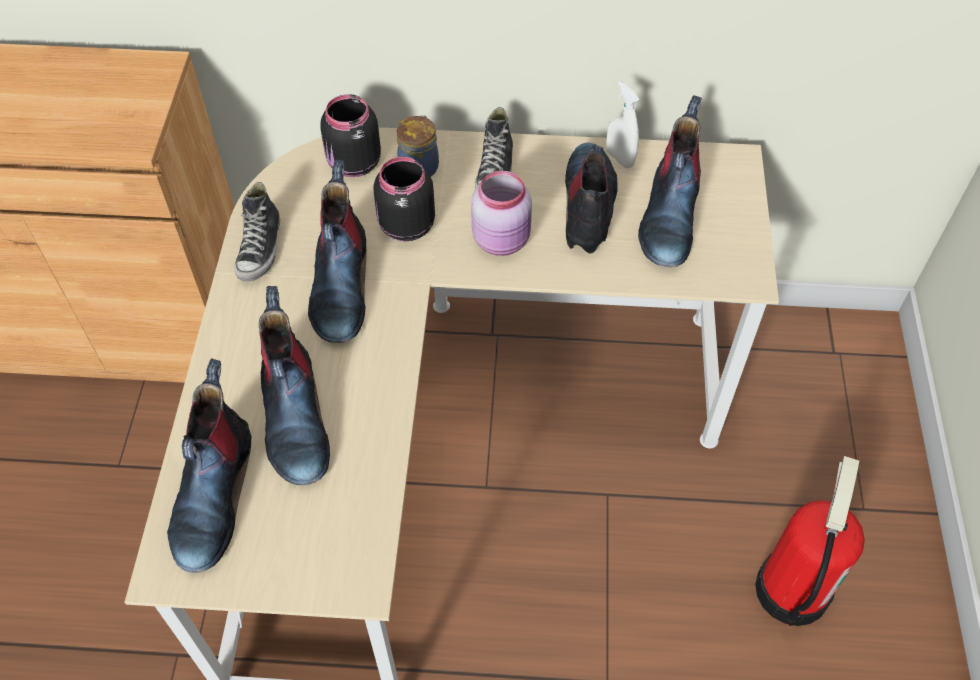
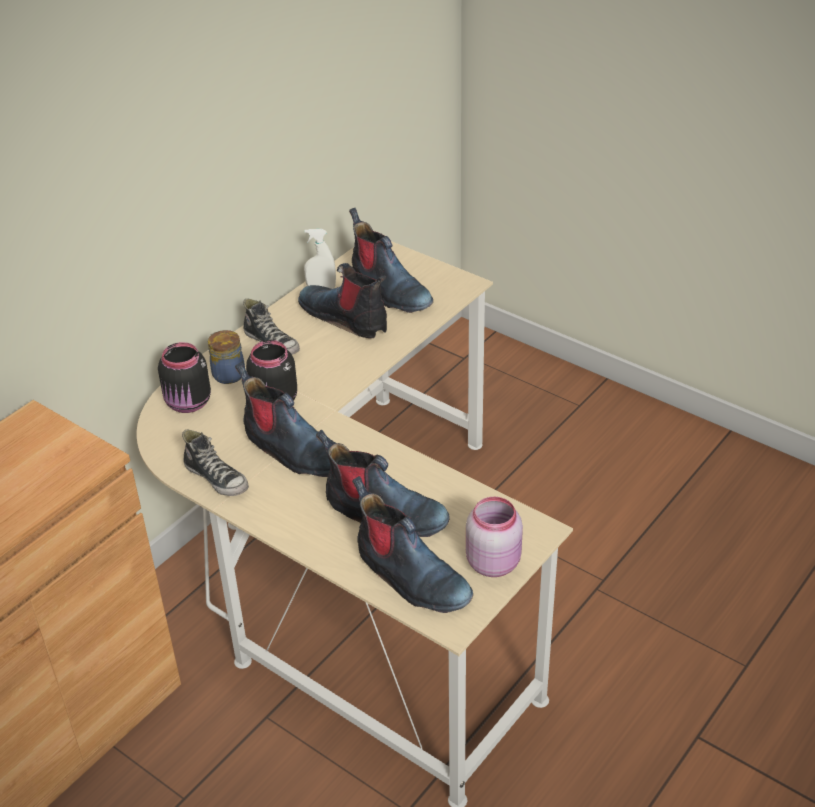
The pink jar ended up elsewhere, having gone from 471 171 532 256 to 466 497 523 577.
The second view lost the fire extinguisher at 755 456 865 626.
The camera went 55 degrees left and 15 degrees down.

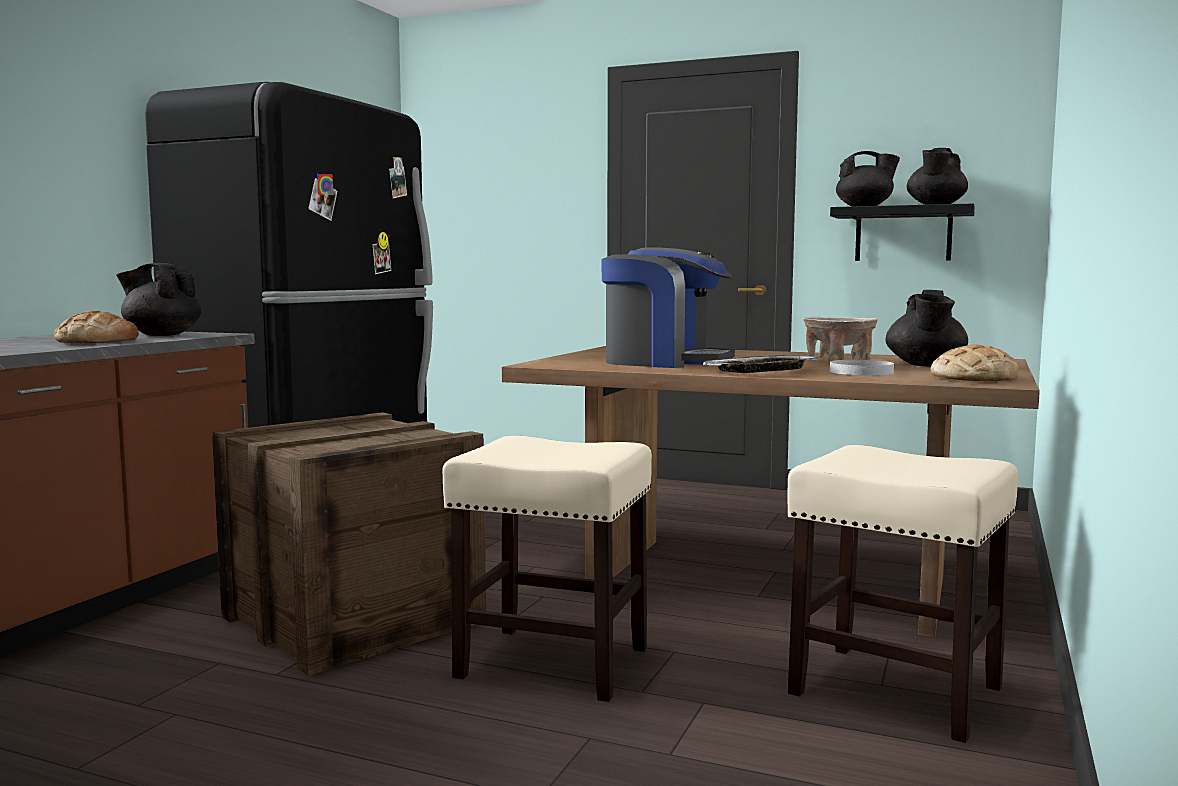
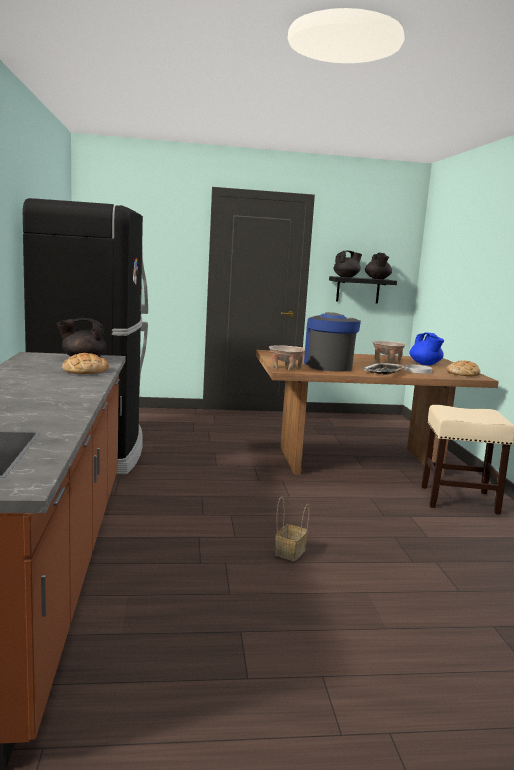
The second view lost the crate at 212 412 486 676.
The second view lost the beige stool at 443 436 652 702.
The coffee machine at 601 247 735 368 ended up facing another way, 90 degrees counterclockwise from before.
What was the black teapot at 885 290 968 366 turned into the blue teapot at 410 332 444 365.
The second view gained the beige bowl at 269 346 305 371.
The second view gained the basket at 275 497 310 561.
The camera went 30 degrees left and 5 degrees up.

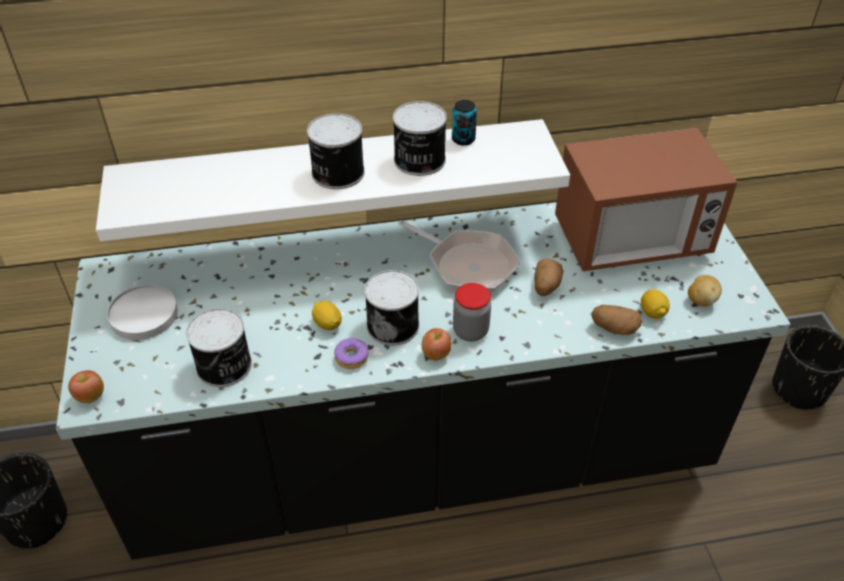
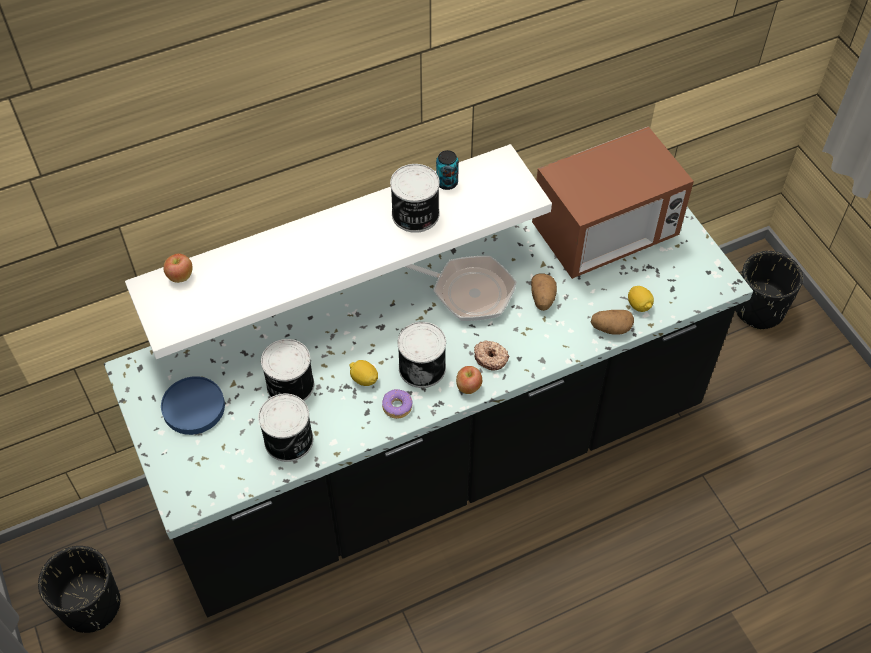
The apple ended up elsewhere, having gone from 68 370 104 403 to 163 253 192 283.
What was the white plate at 107 285 178 340 turned into the blue plate at 161 376 225 435.
The can ended up elsewhere, having gone from 307 113 365 189 to 261 339 314 401.
Where the jar stood at 453 283 491 341, the donut came to stand at 474 340 509 371.
The second view lost the potato at 688 275 722 307.
The camera went 15 degrees left and 10 degrees up.

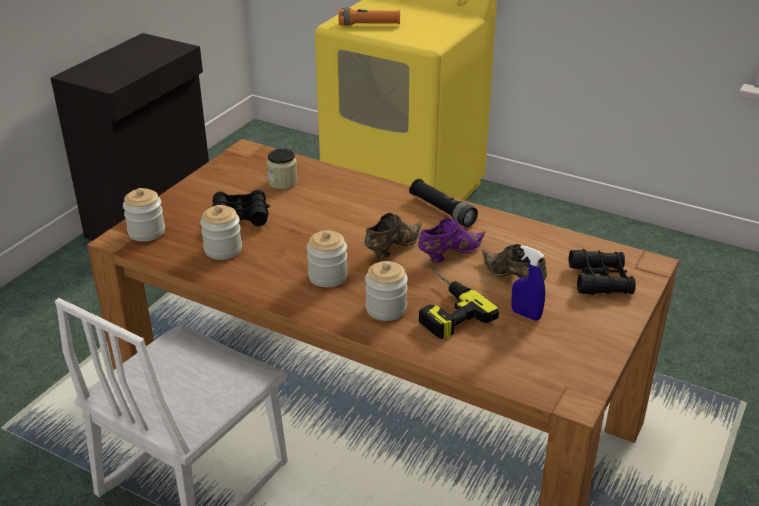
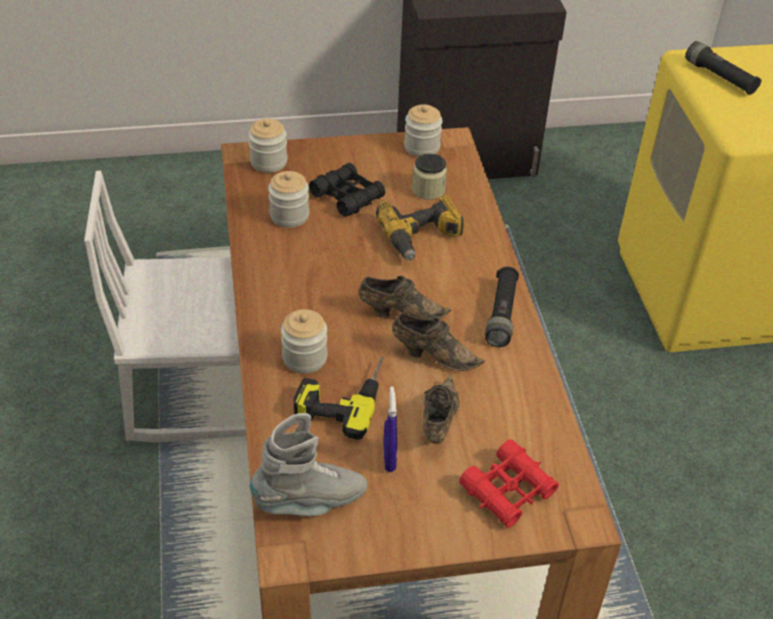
The jar ended up elsewhere, having gone from 307 230 348 287 to 404 104 443 157.
What was the orange flashlight at 339 8 400 26 turned into the black flashlight at 685 41 762 95.
What was the purple shoe at 418 218 485 263 turned into the brown shoe at 392 313 485 371.
What was the black binoculars at 568 249 636 295 turned into the red binoculars at 459 439 559 528.
The second view gained the grey boot at 250 413 367 516.
The second view gained the power drill at 376 195 464 261.
The camera went 50 degrees right and 10 degrees up.

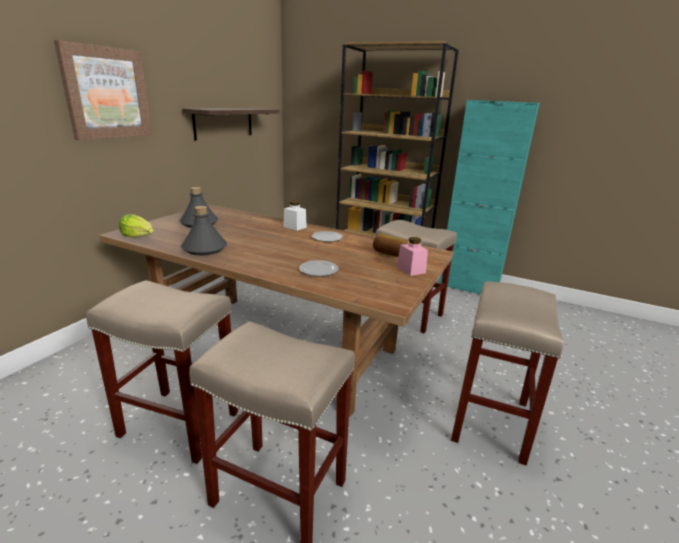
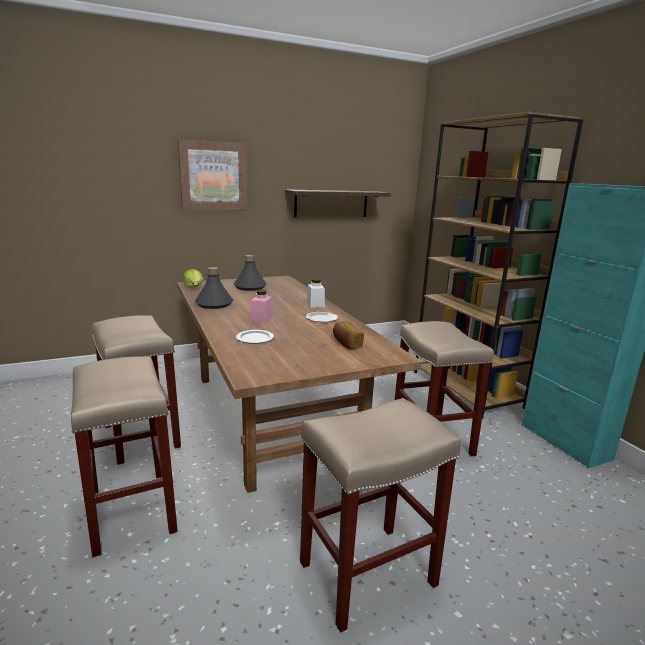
The pink jar ended up elsewhere, having gone from 397 237 428 276 to 250 290 273 323.
The camera went 40 degrees right and 5 degrees down.

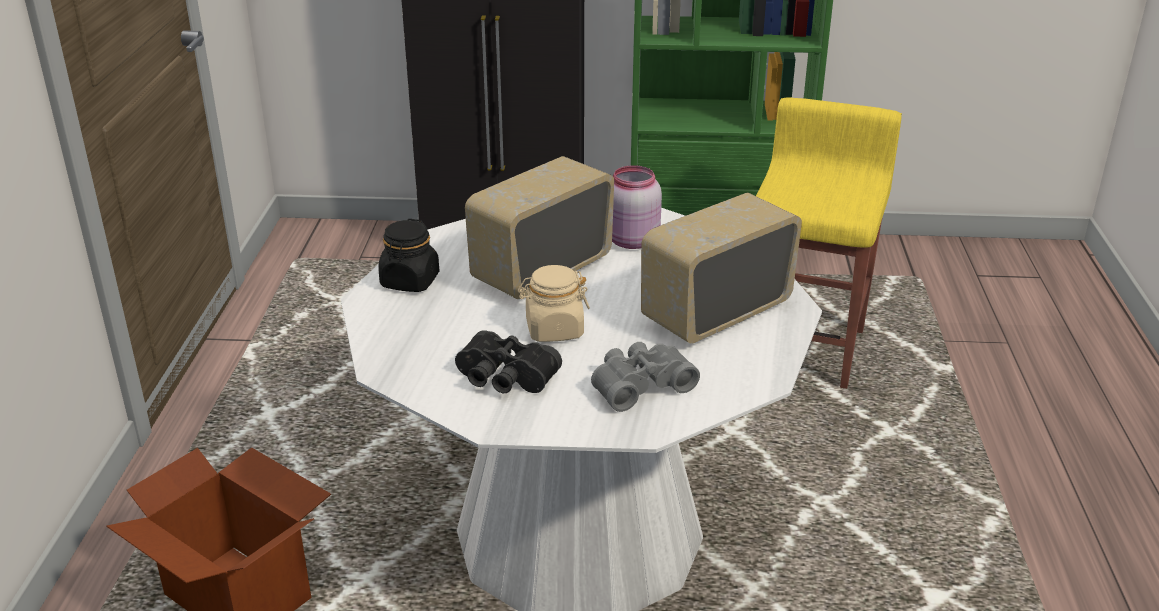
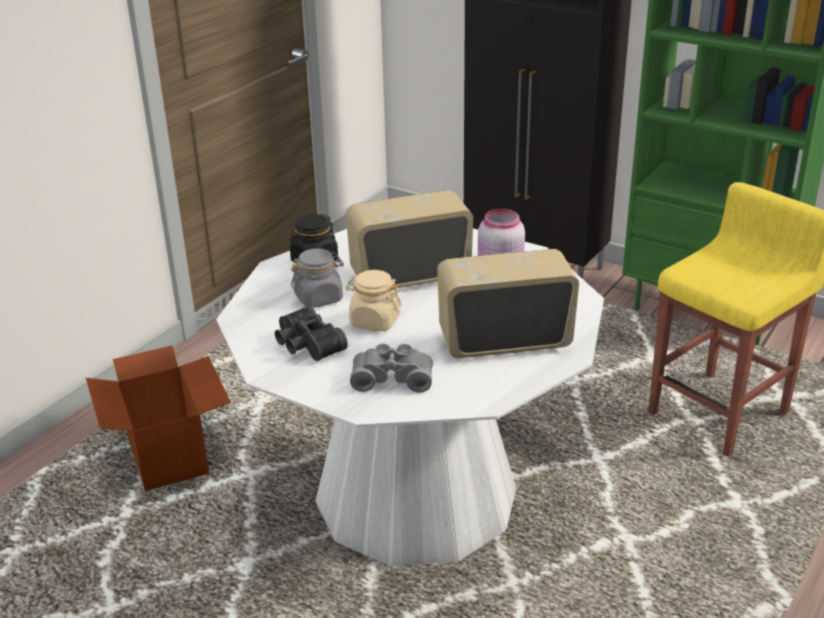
The second view gained the grey jar at 291 249 344 308.
The camera went 30 degrees right and 0 degrees up.

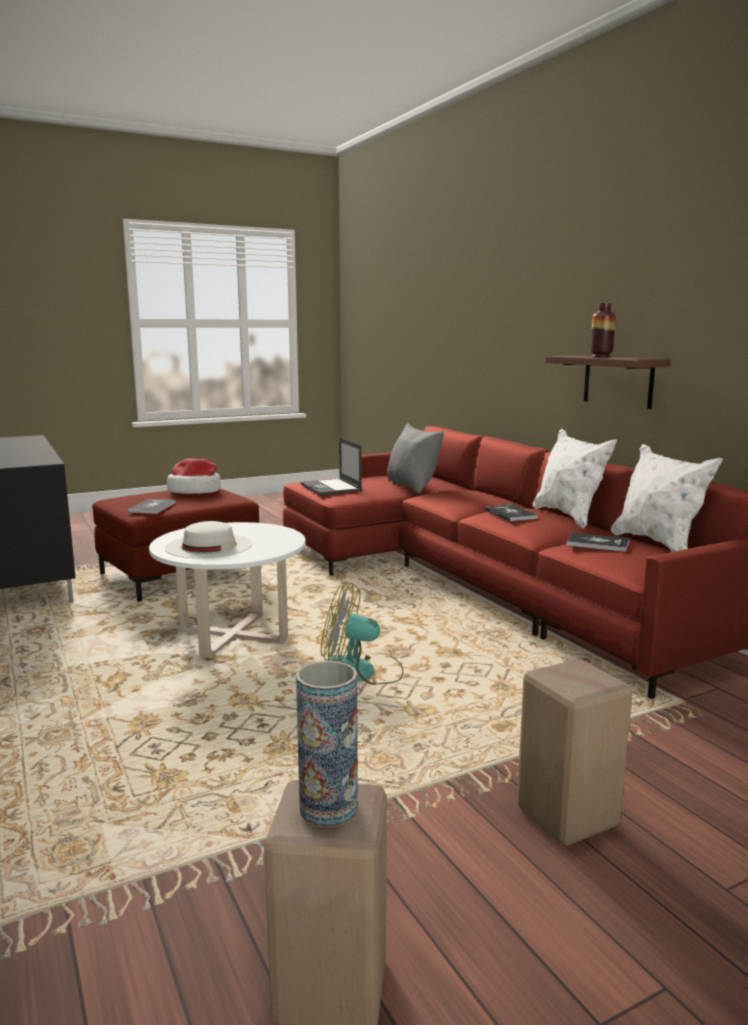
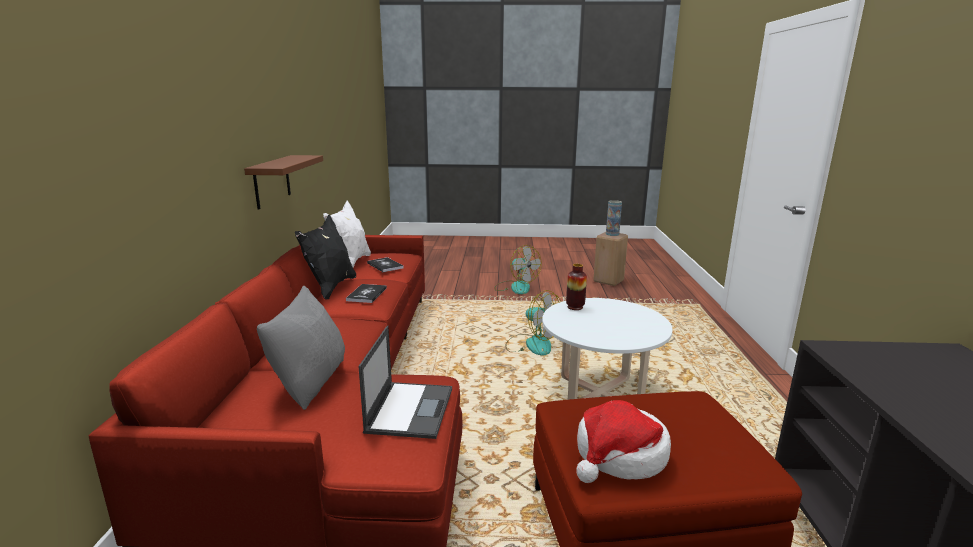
The second view lost the book at 128 499 176 514.
The second view lost the white hat at 165 521 252 558.
Where the beige stool stood at 517 659 632 845, the fan came to stand at 494 245 542 294.
What was the white pillow at 533 429 617 529 turned into the black pillow at 295 215 356 300.
The vase ended up elsewhere, having gone from 590 303 616 357 to 566 264 587 310.
The camera went 150 degrees left and 5 degrees up.

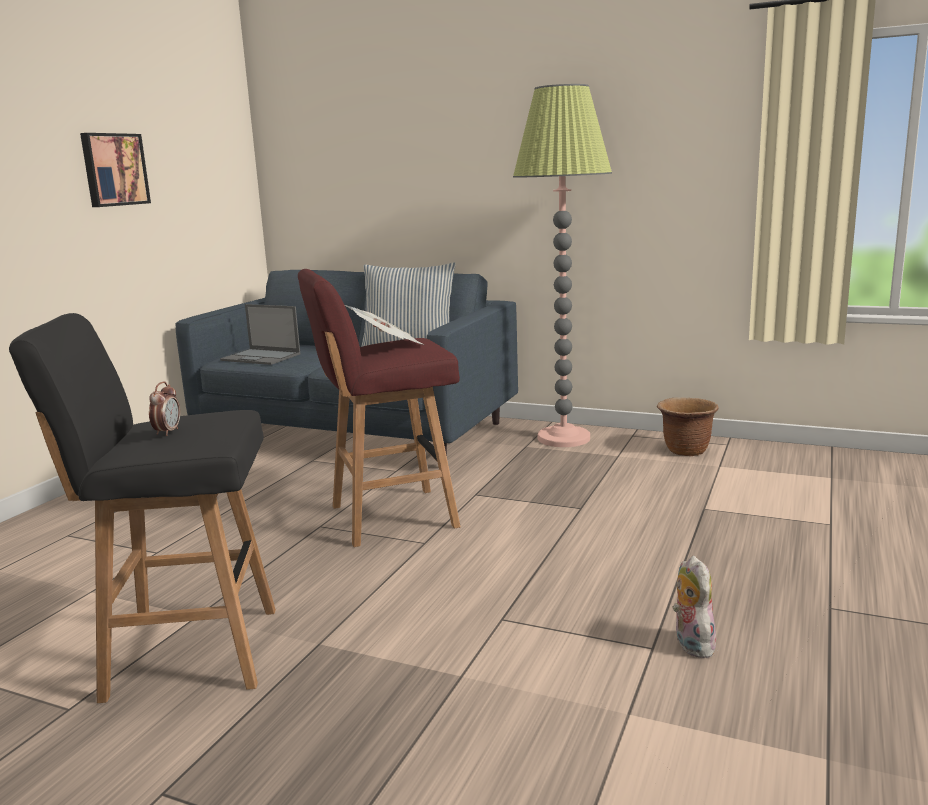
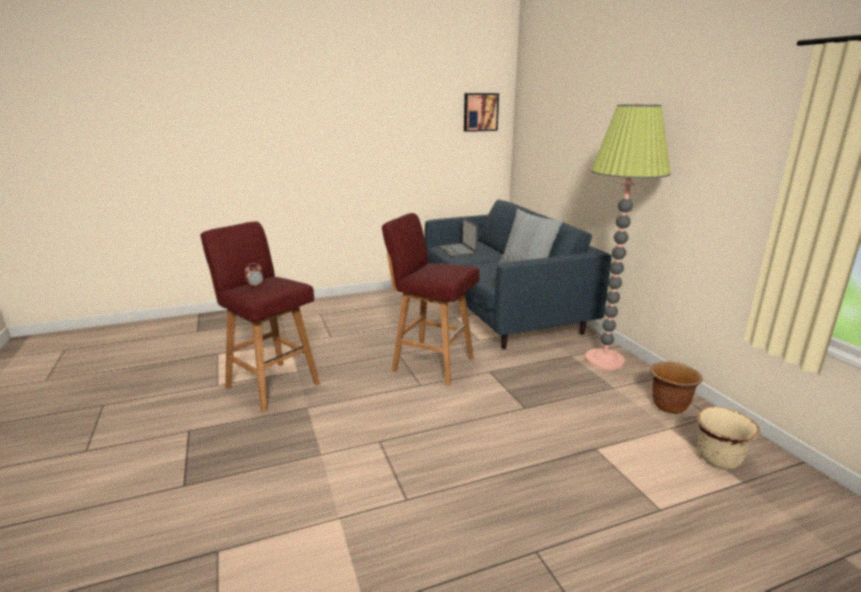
What was the black stool at 9 313 276 703 turned into the red stool at 200 222 320 412.
The picture ended up elsewhere, having gone from 80 133 151 207 to 464 93 499 132.
The second view lost the newspaper at 345 305 425 345.
The second view lost the plush toy at 672 556 718 658.
The second view gained the beige planter at 696 407 760 470.
The camera went 45 degrees right and 5 degrees up.

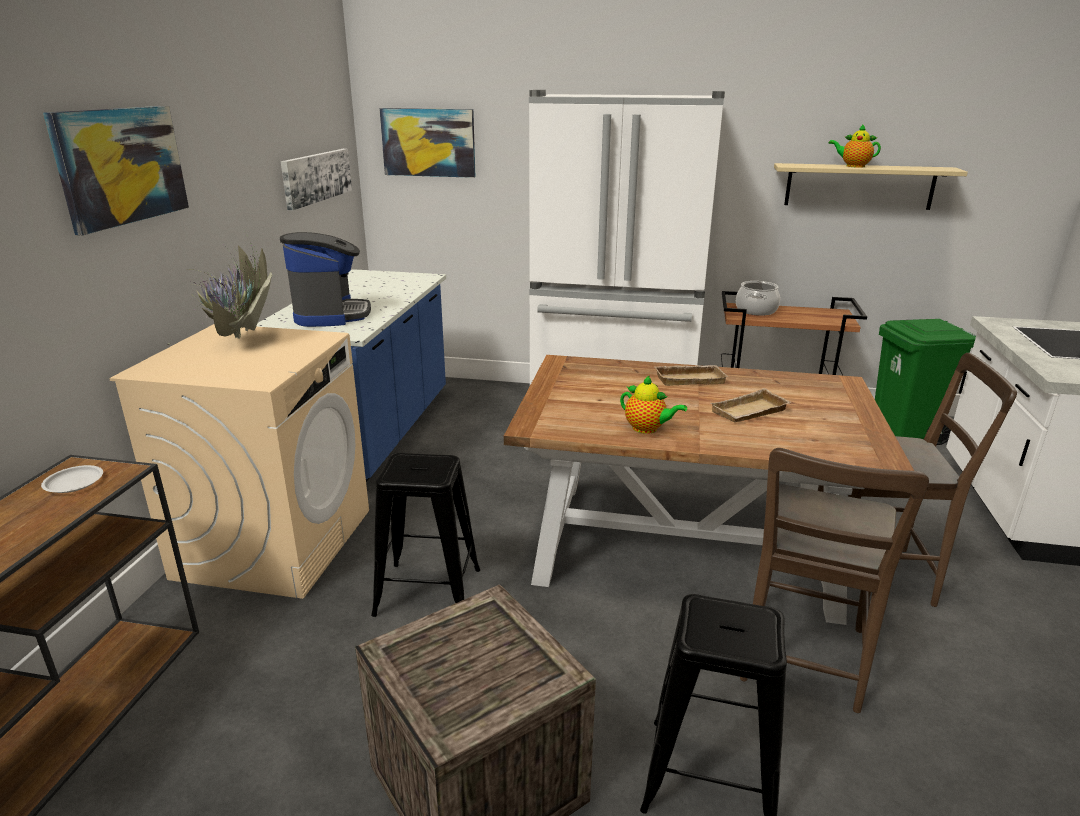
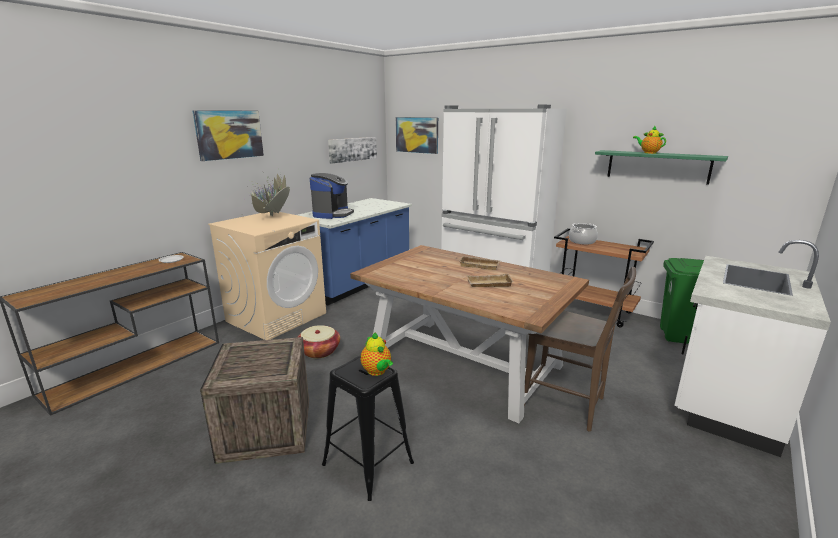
Where the black stool stood at 371 453 480 617, the basket came to stand at 298 325 340 359.
The teapot ended up elsewhere, having gone from 620 375 687 434 to 361 333 393 376.
The second view lost the brown chair at 740 448 929 713.
What was the beige shelf at 774 163 968 210 turned into the green shelf at 595 150 728 185.
The camera went 25 degrees right and 5 degrees down.

